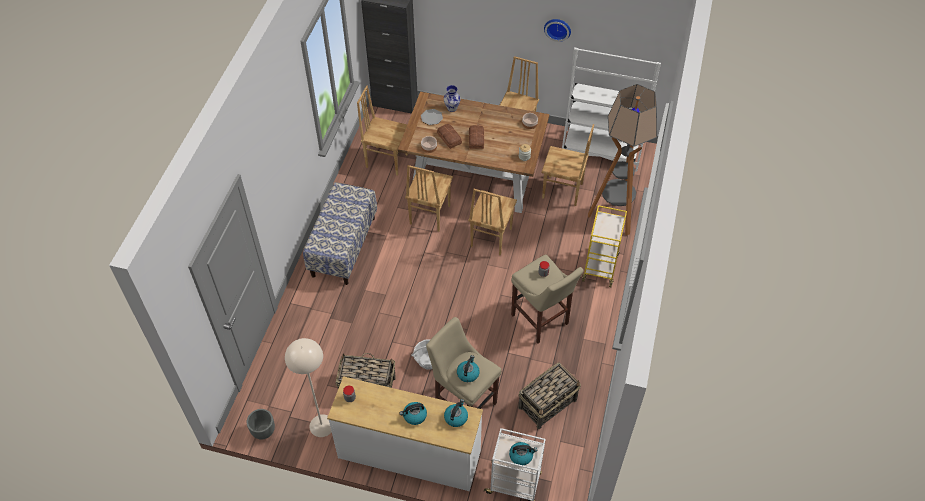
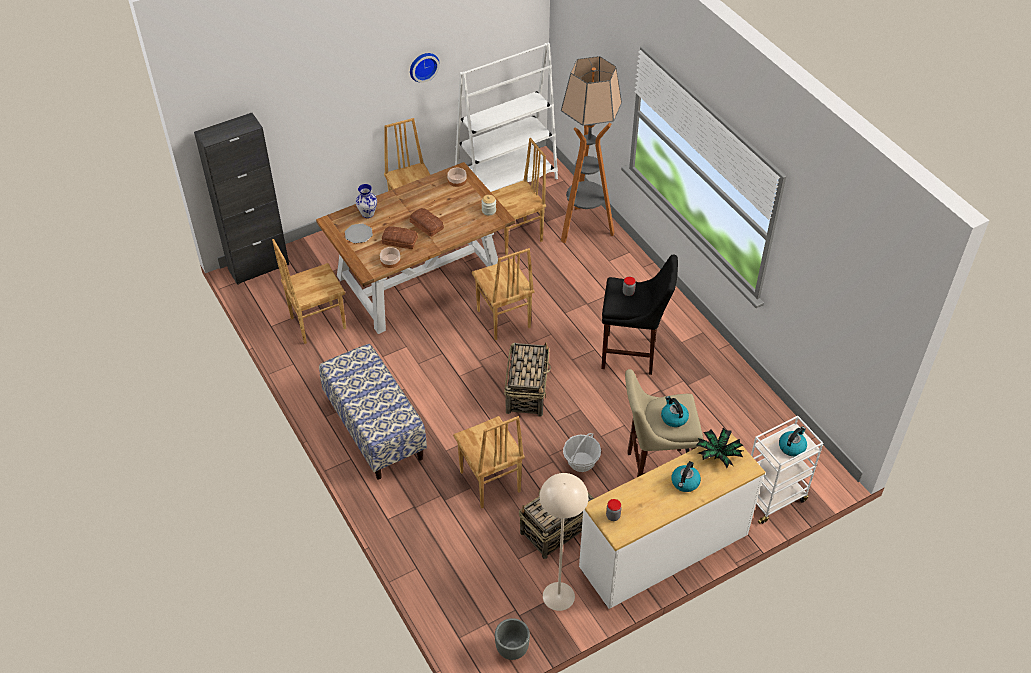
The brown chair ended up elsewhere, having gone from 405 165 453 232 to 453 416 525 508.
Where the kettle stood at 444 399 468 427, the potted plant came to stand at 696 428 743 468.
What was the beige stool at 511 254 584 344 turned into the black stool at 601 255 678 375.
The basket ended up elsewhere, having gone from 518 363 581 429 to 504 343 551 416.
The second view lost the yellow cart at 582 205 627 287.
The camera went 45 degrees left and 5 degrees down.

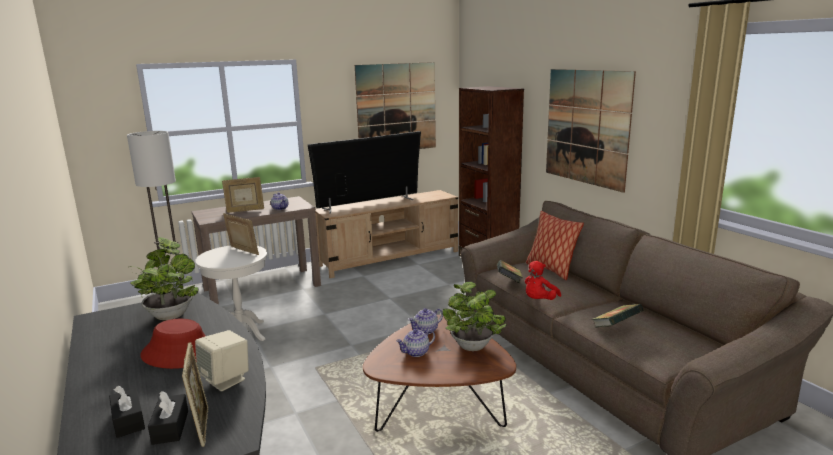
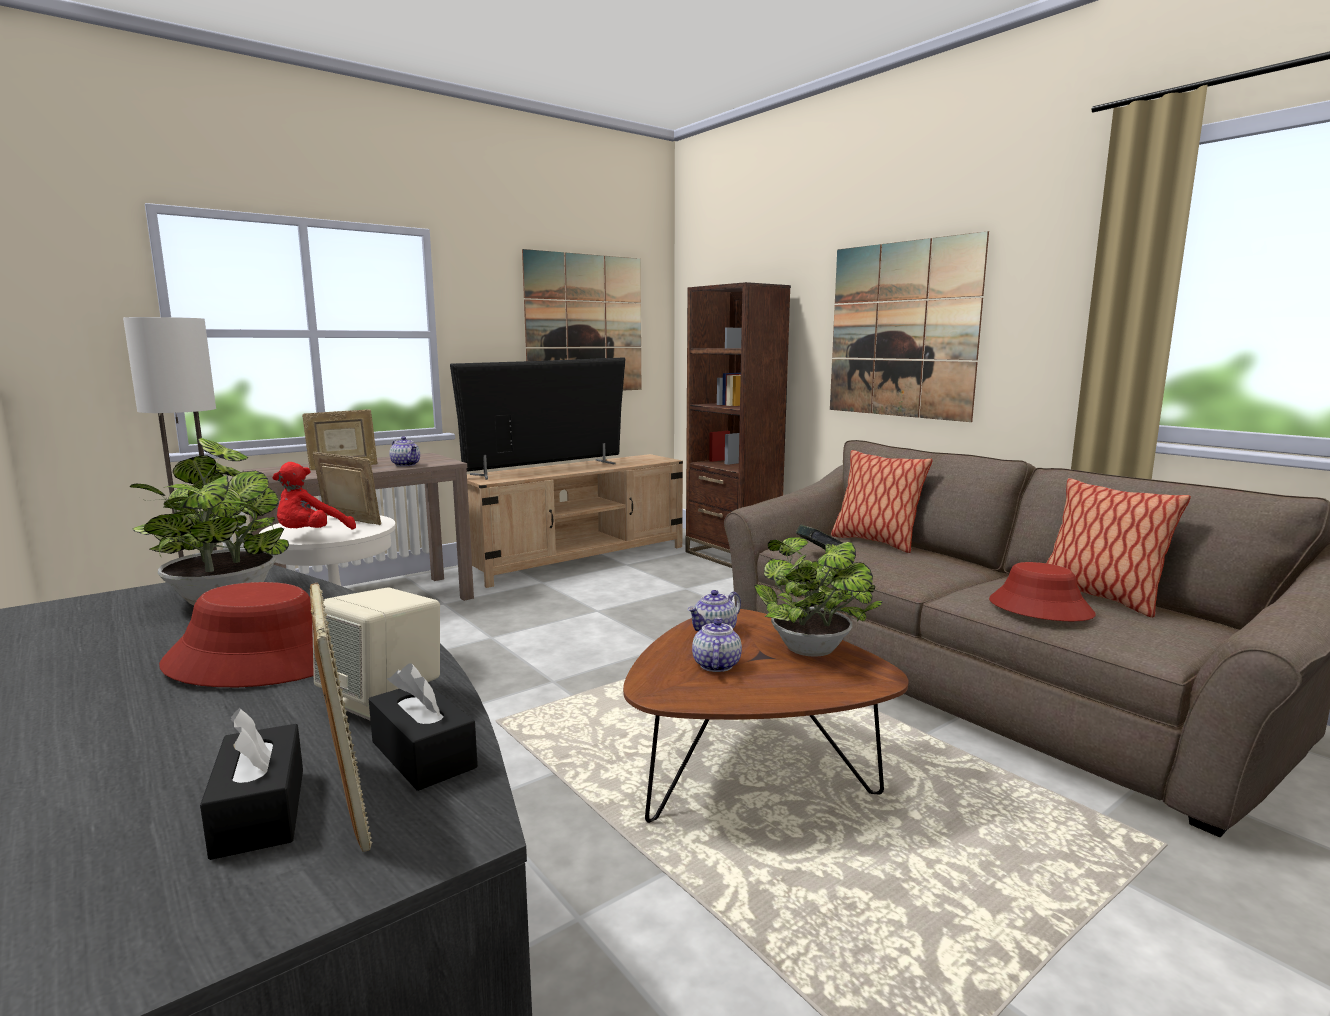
The black tissue box ended up elsewhere, having gone from 109 385 145 438 to 369 663 478 791.
The teapot at 396 329 435 357 ended up facing another way, 135 degrees clockwise from before.
The red plush toy ended up elsewhere, having gone from 524 261 561 300 to 272 462 356 530.
Where the book stood at 593 304 644 328, the red hat came to stand at 989 562 1096 621.
The second view gained the pillow at 1047 478 1191 618.
The camera went 10 degrees left and 5 degrees down.

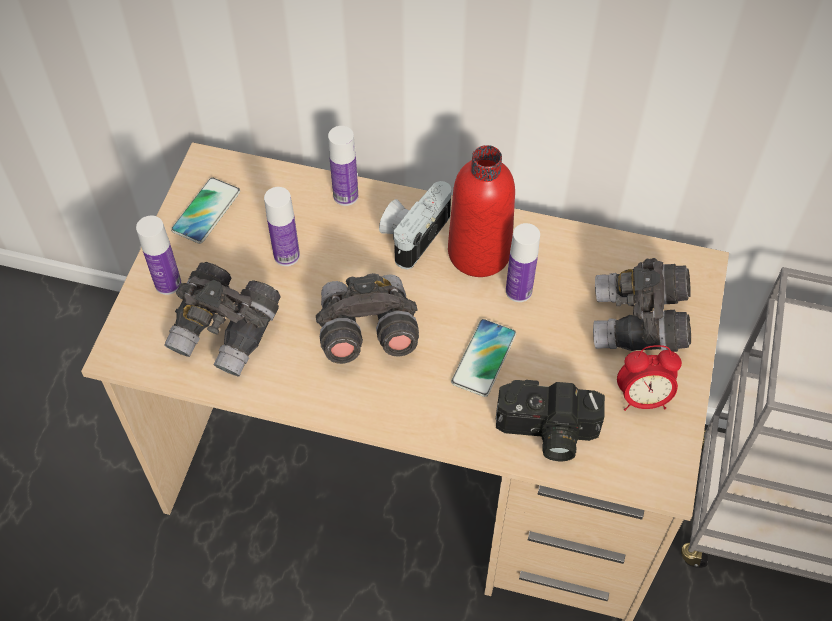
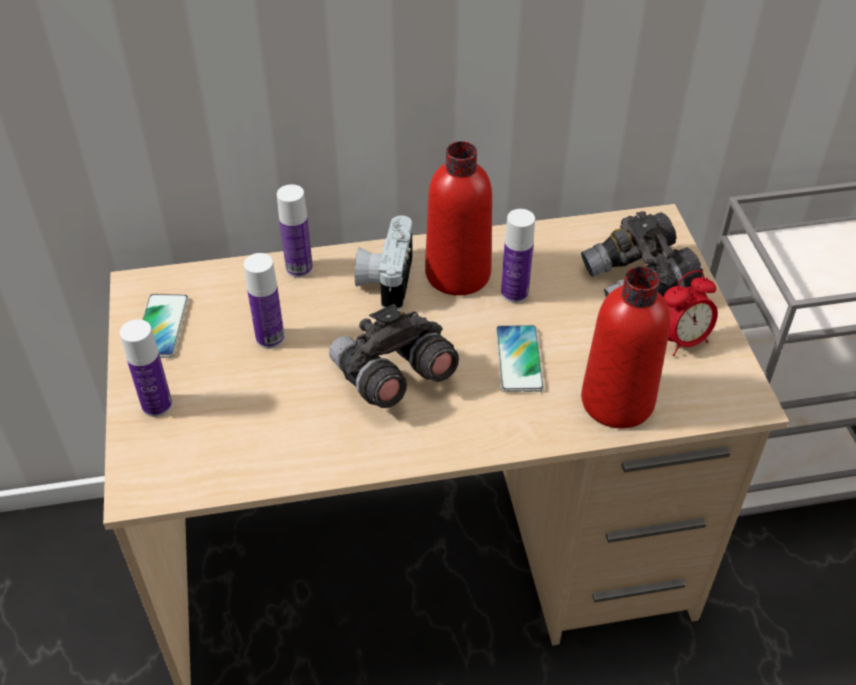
The second view lost the grey binoculars at 164 262 281 376.
Where the photo camera stood at 496 380 605 461, the red bottle came to stand at 581 266 670 428.
The camera went 25 degrees left and 10 degrees down.

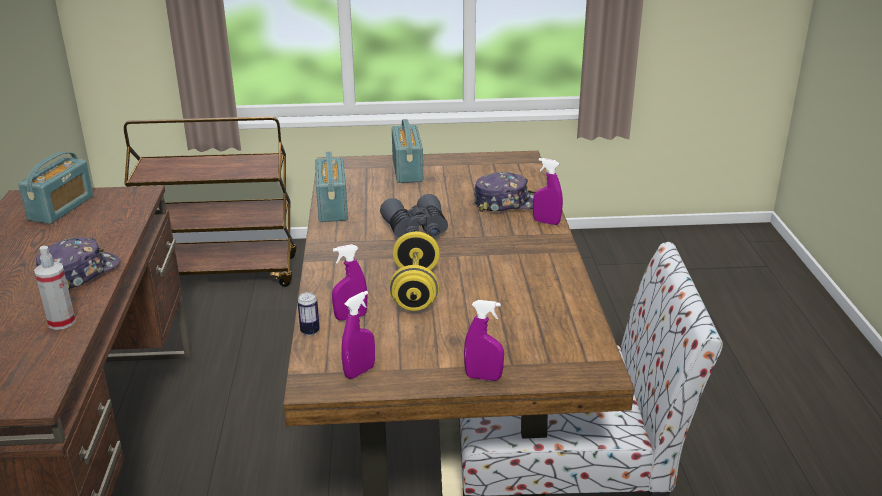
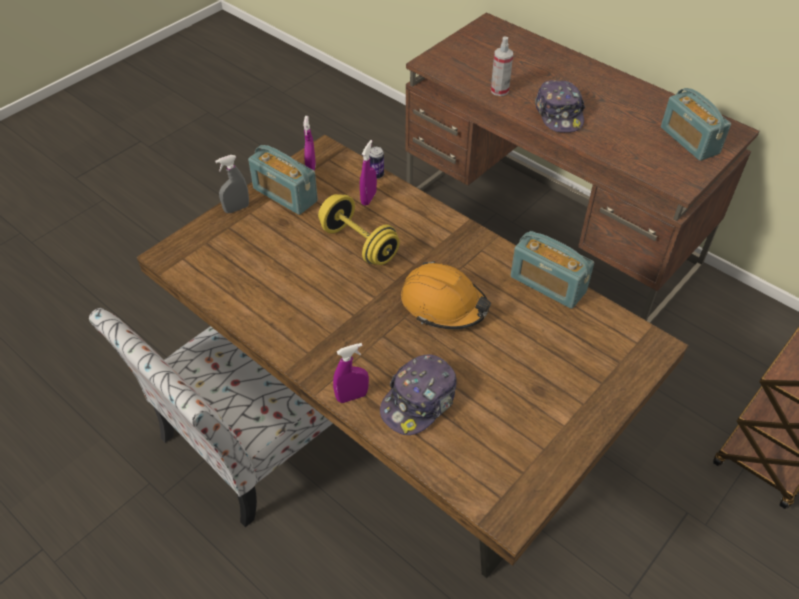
Where the grey binoculars stood at 380 194 448 238, the orange hard hat came to stand at 401 261 491 330.
The radio ended up elsewhere, having gone from 392 119 423 183 to 248 145 318 215.
What was the purple spray bottle at 464 300 504 381 turned into the grey spray bottle at 215 155 249 213.
The camera went 135 degrees right and 20 degrees up.

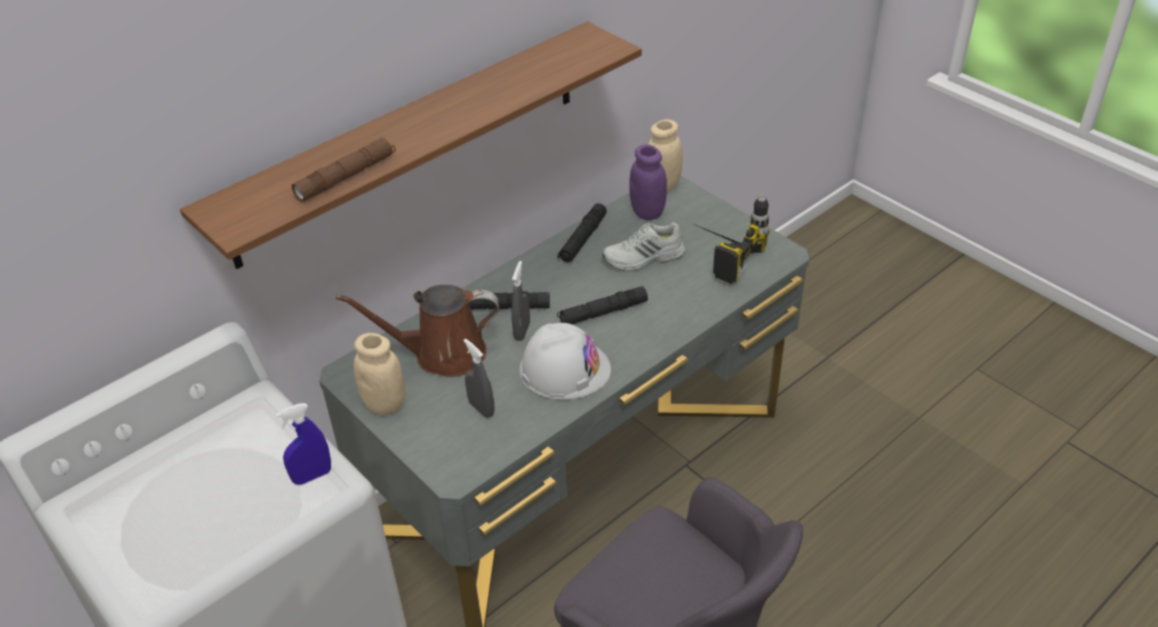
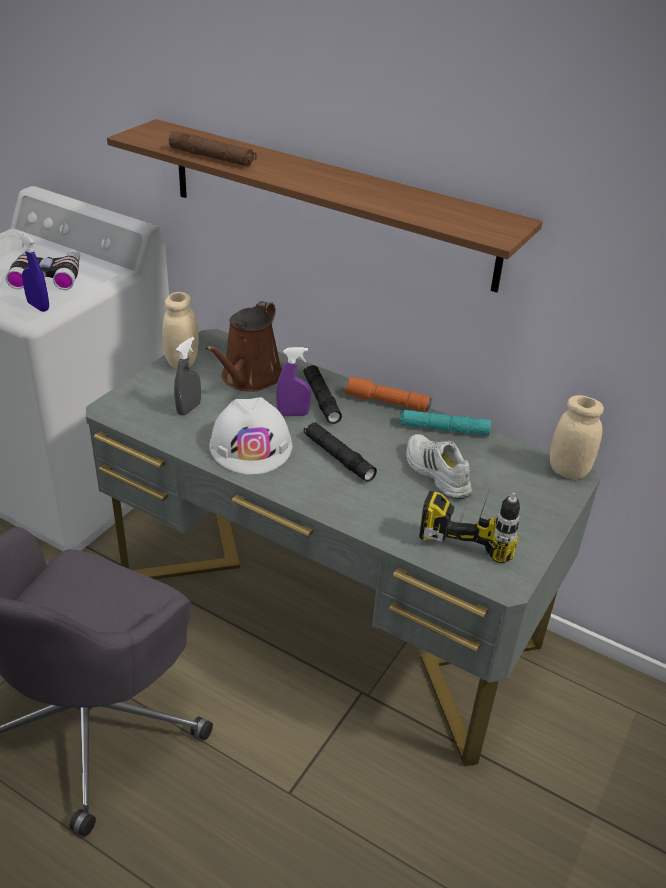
The brown watering can at 336 285 499 377 ended up facing another way, 135 degrees counterclockwise from before.
What was the grey spray bottle at 511 261 530 341 turned into the purple spray bottle at 276 347 311 416.
What was the black flashlight at 557 203 607 262 turned into the turquoise flashlight at 399 410 491 436.
The second view lost the purple jar at 629 145 667 220.
The second view gained the binoculars at 6 249 80 290.
The second view gained the orange flashlight at 344 377 432 412.
The camera went 70 degrees right and 5 degrees down.

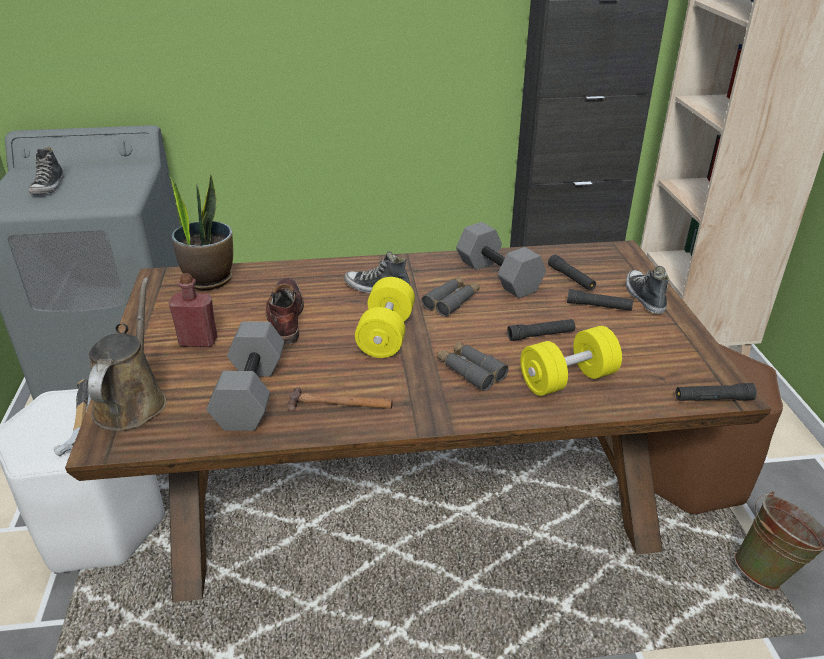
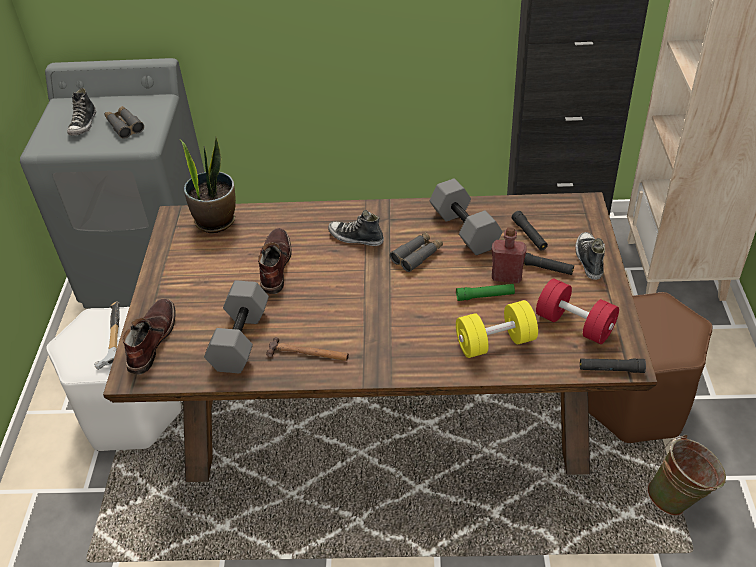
Where the brown watering can stood at 88 278 167 431, the brown boot came to stand at 122 298 175 375.
The red bottle ended up elsewhere, having gone from 169 273 218 347 to 492 227 527 283.
The second view lost the yellow dumbbell at 355 277 415 358.
The grey binoculars ended up elsewhere, having gone from 437 341 509 391 to 105 106 144 139.
What was the black flashlight at 507 319 575 341 turned into the green flashlight at 456 284 515 301.
The second view gained the red dumbbell at 536 278 619 344.
The camera went 10 degrees right and 10 degrees up.

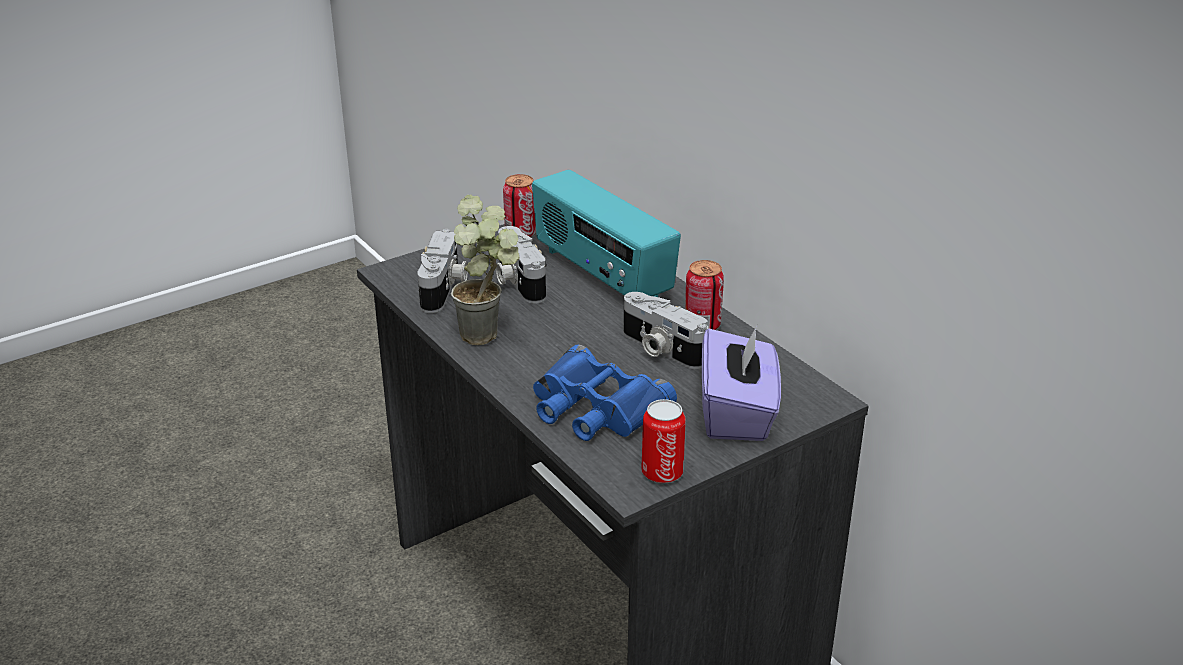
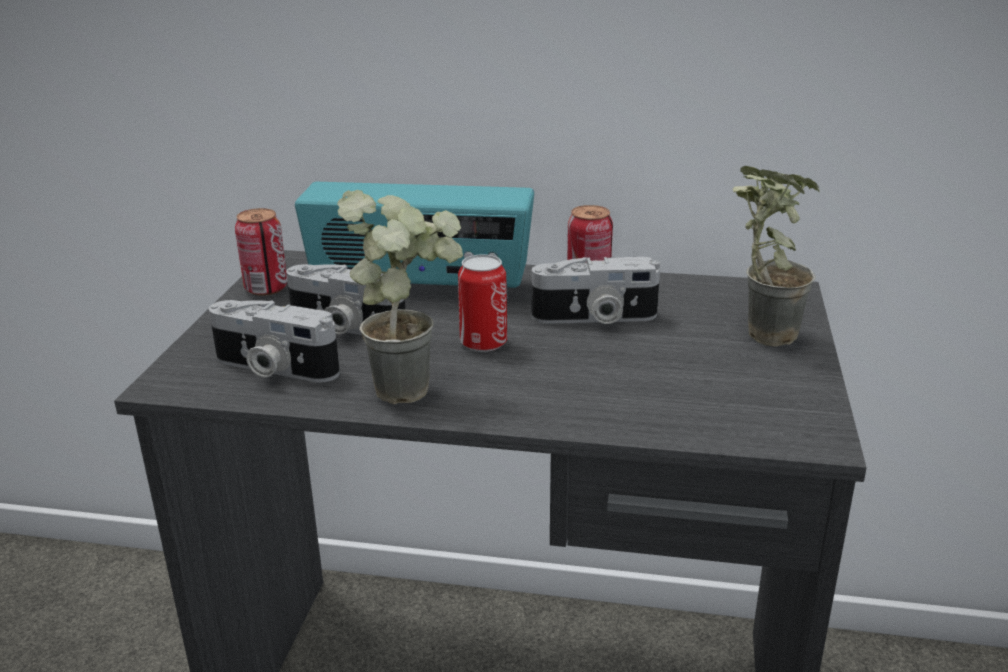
The photo camera at 417 229 468 313 ended up facing another way, 150 degrees clockwise from before.
The second view lost the blue binoculars at 533 344 677 441.
The can ended up elsewhere, having gone from 641 399 686 483 to 458 254 507 352.
Where the purple tissue box stood at 702 326 781 441, the potted plant came to stand at 732 166 820 347.
The camera went 45 degrees left and 5 degrees down.

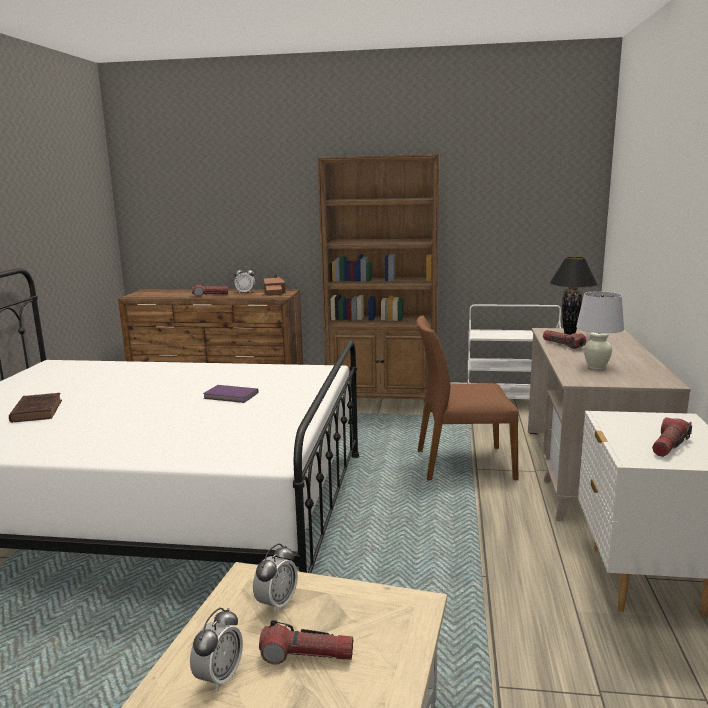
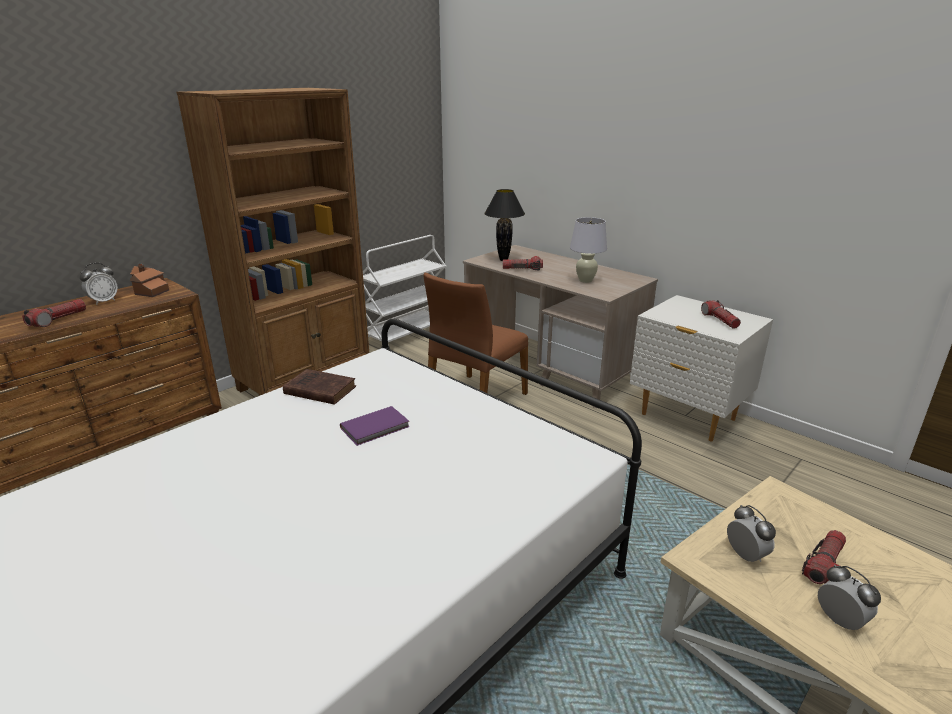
The brown book ended up elsewhere, having gone from 9 393 62 423 to 283 369 356 405.
The camera went 55 degrees left and 10 degrees up.

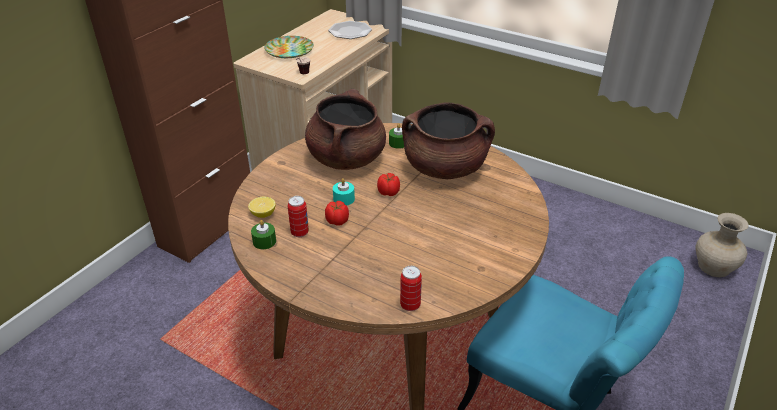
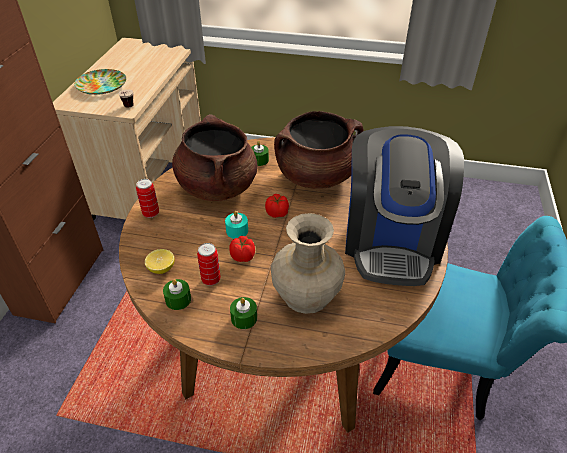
The second view lost the plate at 328 21 372 39.
The can ended up elsewhere, having gone from 400 266 422 311 to 136 179 159 218.
The beige vase ended up elsewhere, having gone from 696 213 749 277 to 271 213 345 314.
The second view gained the green candle at 230 297 257 329.
The second view gained the coffee machine at 345 126 464 286.
The camera went 20 degrees left and 5 degrees up.

